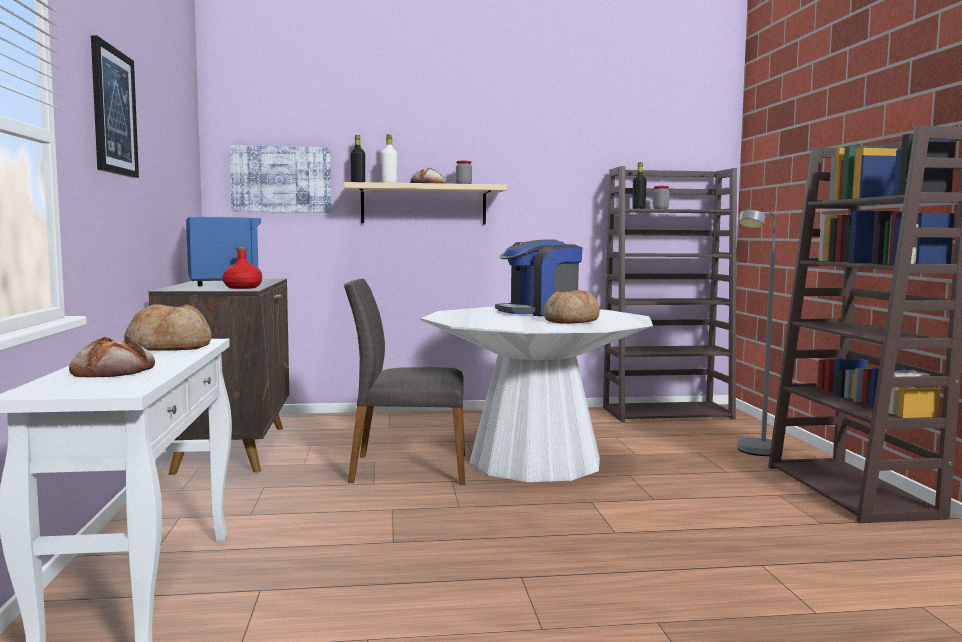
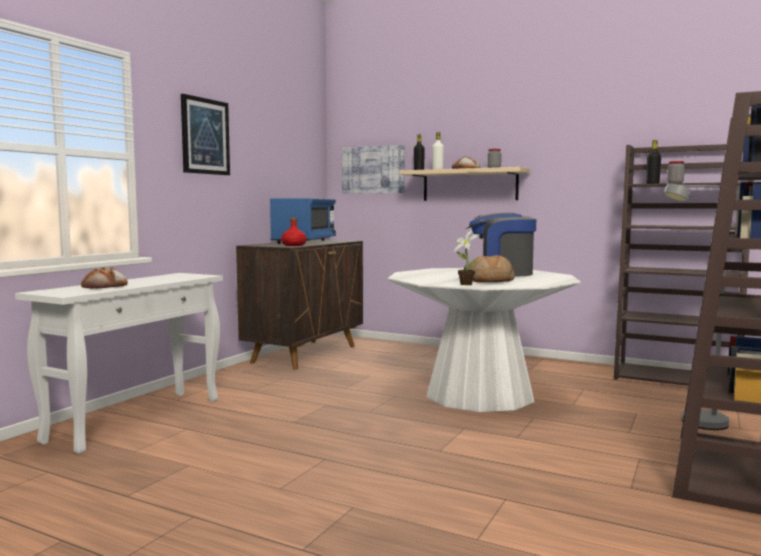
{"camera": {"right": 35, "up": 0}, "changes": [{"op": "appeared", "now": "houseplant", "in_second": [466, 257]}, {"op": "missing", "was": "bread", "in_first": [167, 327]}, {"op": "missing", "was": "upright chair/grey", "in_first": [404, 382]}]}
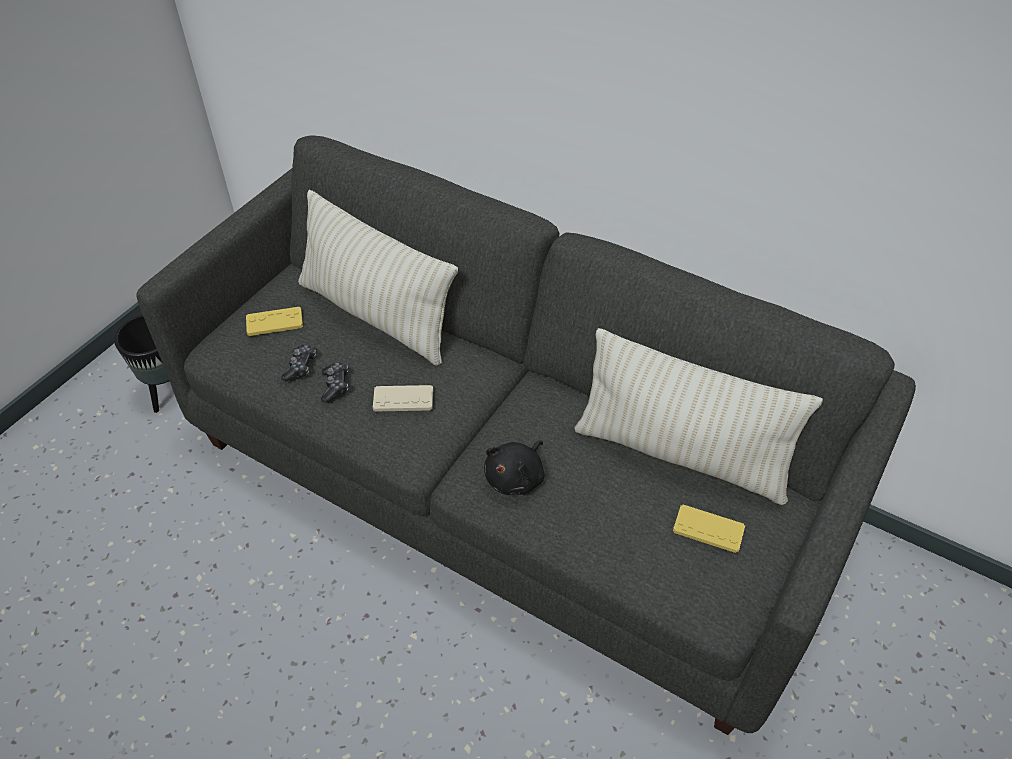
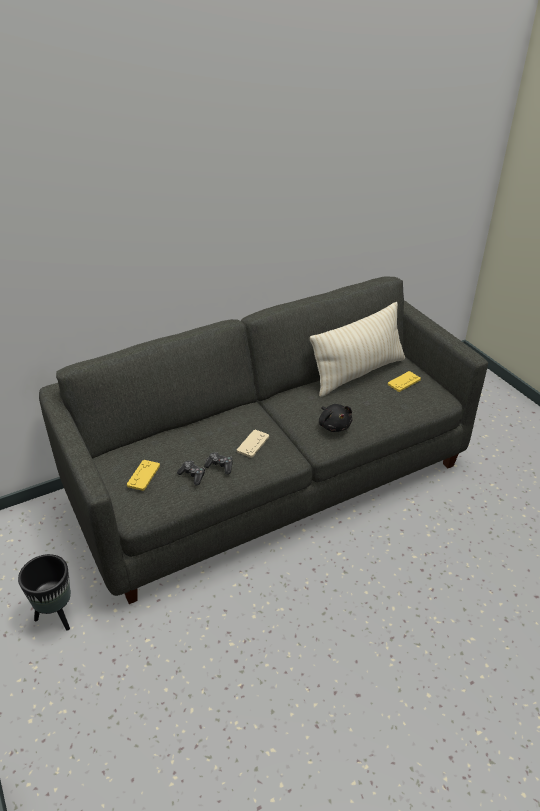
{"camera": {"right": -60, "up": -10}, "changes": [{"op": "missing", "was": "throw pillow/beige", "in_first": [378, 278]}]}
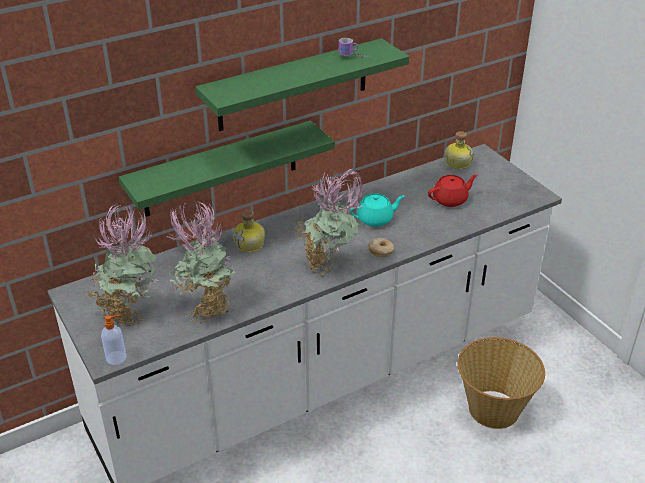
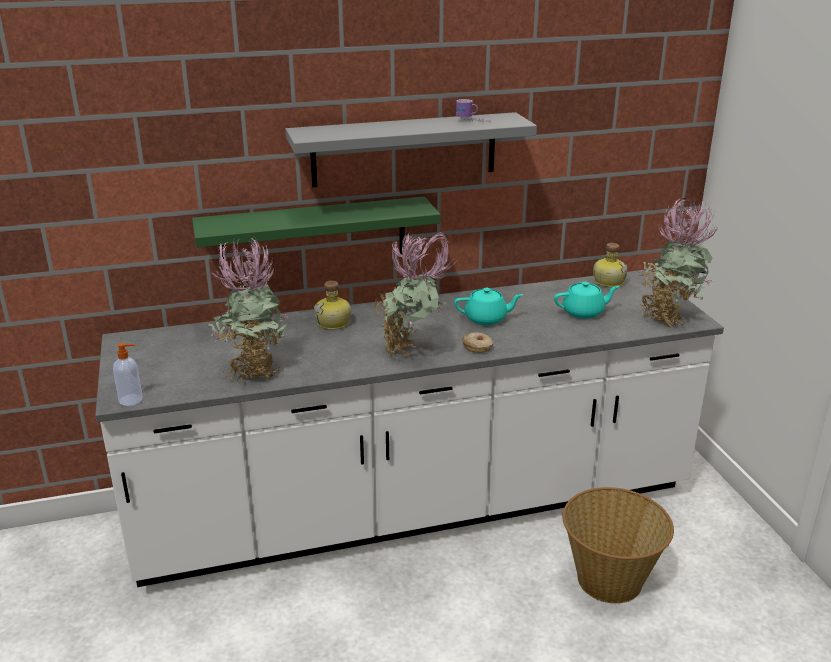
{"camera": {"right": 15, "up": -10}, "changes": [{"op": "colour", "was": "shelf/green", "now": "shelf/grey", "in_first": [302, 84], "in_second": [411, 149]}, {"op": "colour", "was": "tea pot/red", "now": "tea pot/turquoise", "in_first": [453, 190], "in_second": [587, 300]}, {"op": "relocated", "was": "houseplant", "in_first": [122, 265], "in_second": [679, 262]}]}
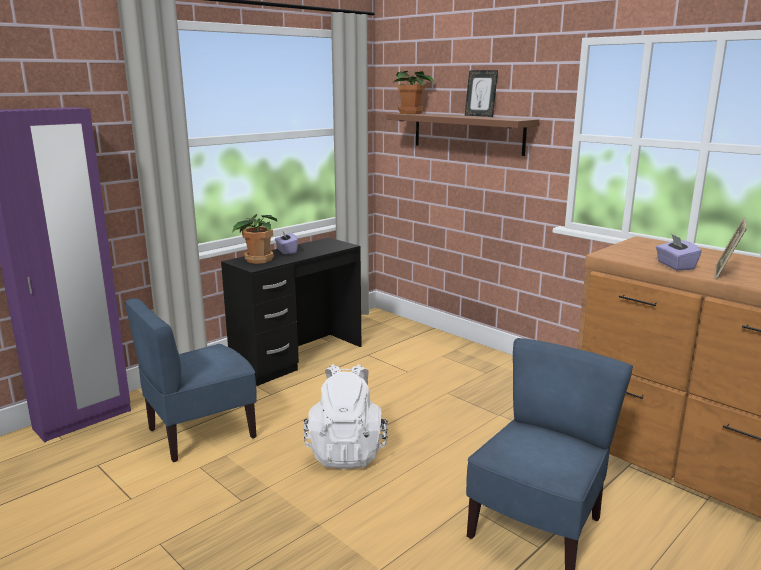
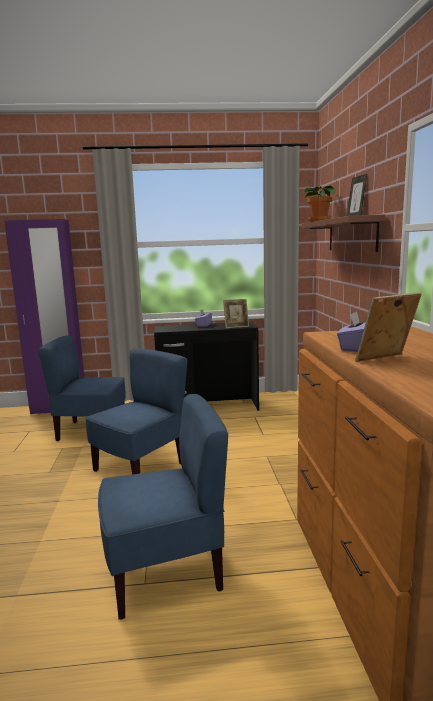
{"camera": {"right": 40, "up": -5}, "changes": [{"op": "exchanged", "was": "rucksack/white-coloured", "now": "upright chair/bluish", "in_first": [345, 416], "in_second": [136, 411]}, {"op": "appeared", "now": "picture frame", "in_second": [236, 313]}, {"op": "missing", "was": "houseplant", "in_first": [254, 239]}]}
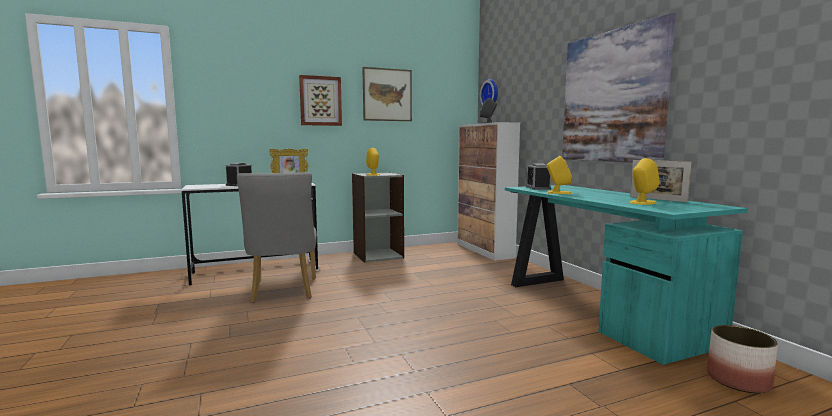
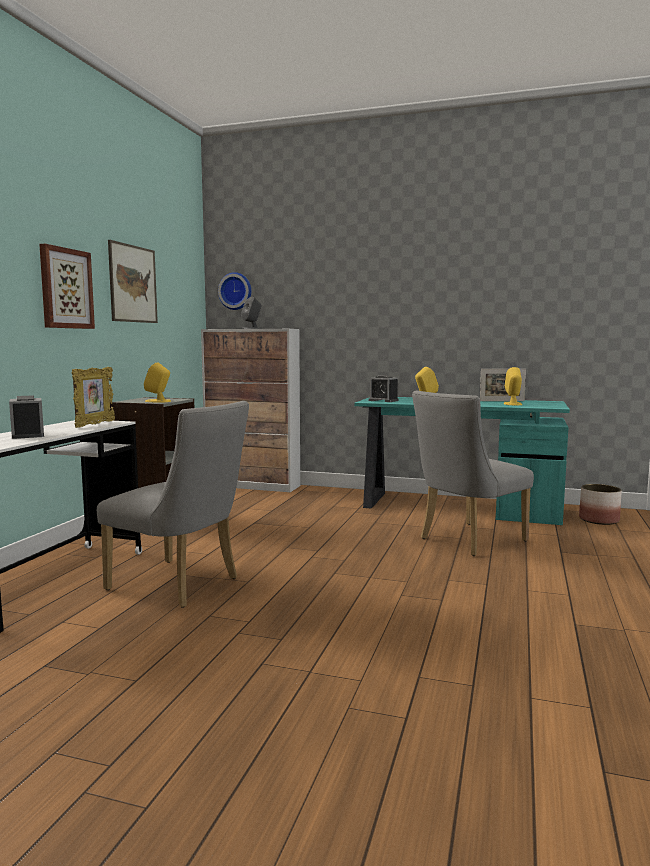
{"camera": {"right": -50, "up": 0}, "changes": [{"op": "appeared", "now": "upright chair/grey", "in_second": [473, 473]}, {"op": "missing", "was": "wall art", "in_first": [619, 88]}]}
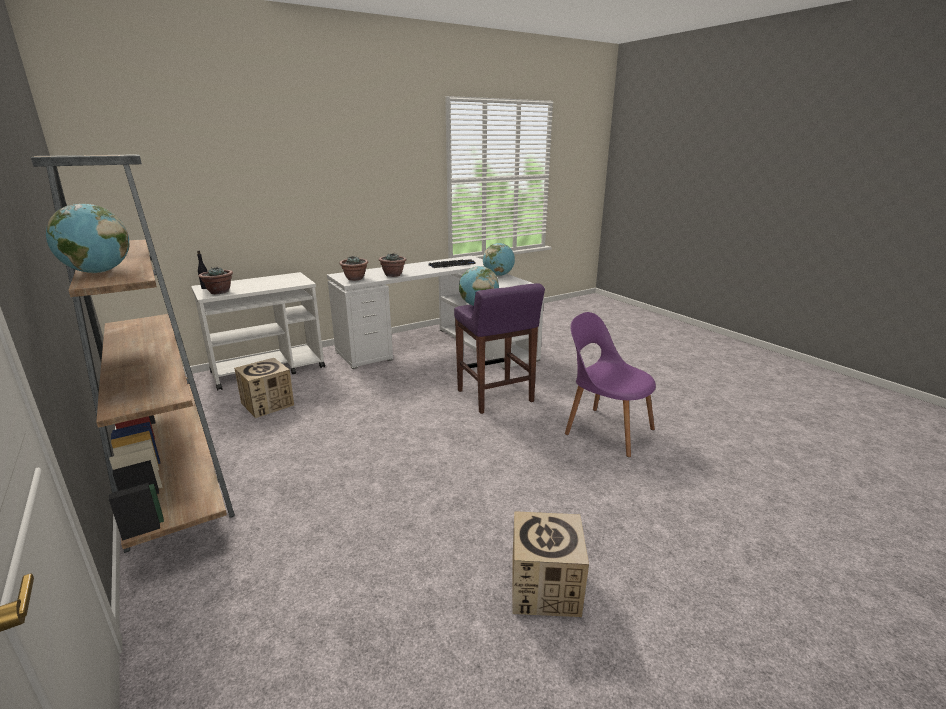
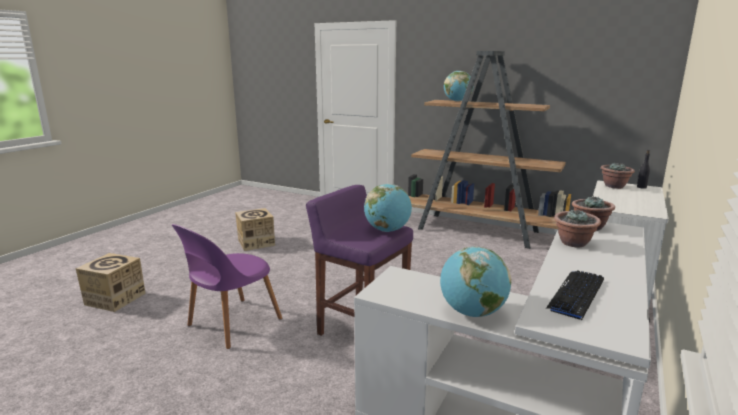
{"camera": {"right": 150, "up": -5}, "changes": [{"op": "relocated", "was": "packing box", "in_first": [264, 388], "in_second": [110, 282]}, {"op": "spun", "was": "upright chair/purplish", "in_first": [610, 384], "in_second": [227, 286], "clockwise": 120}]}
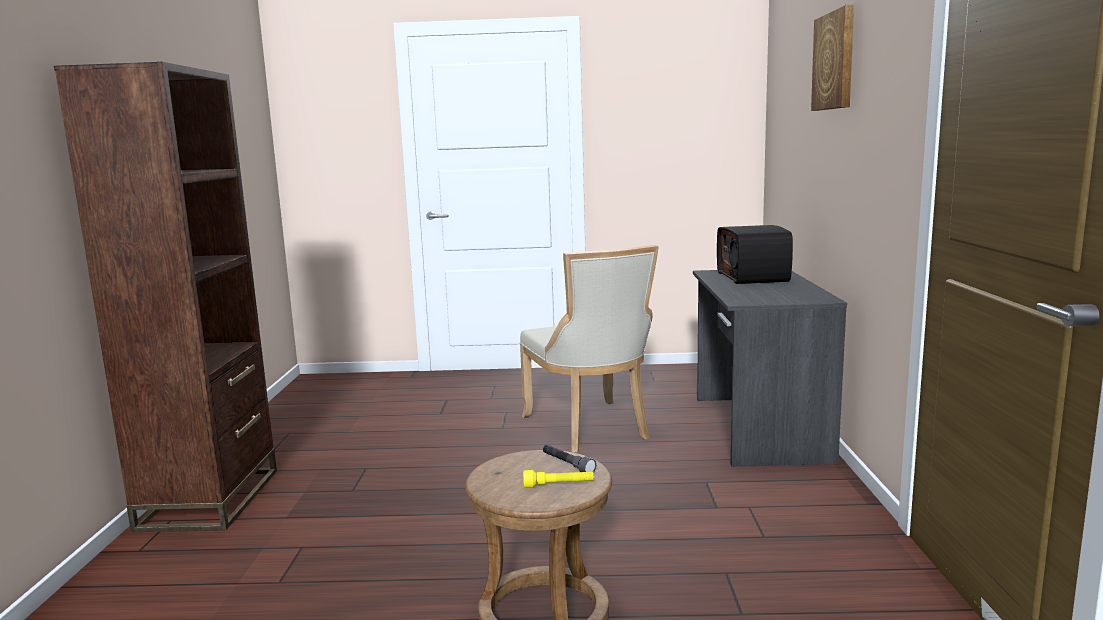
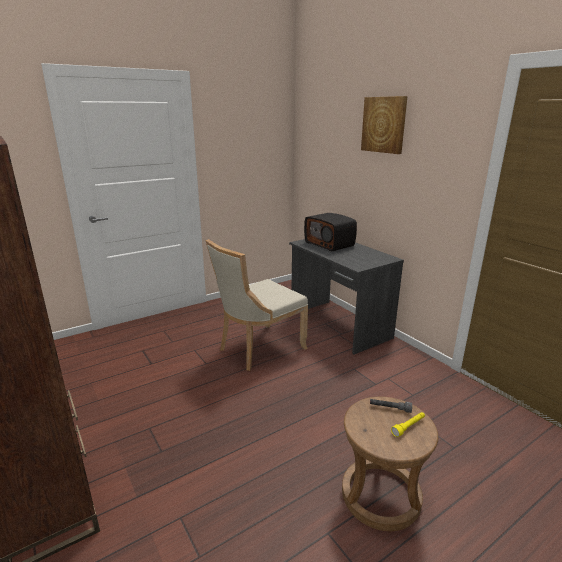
{"camera": {"right": -35, "up": 10}, "changes": [{"op": "spun", "was": "upright chair/beige", "in_first": [589, 348], "in_second": [256, 305], "clockwise": 105}]}
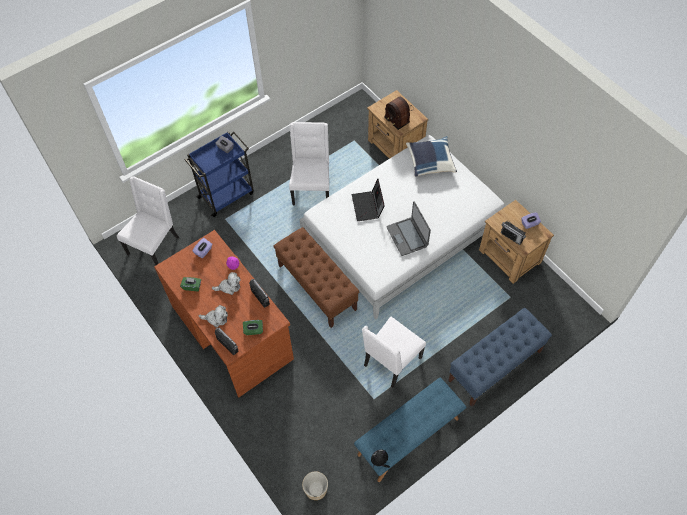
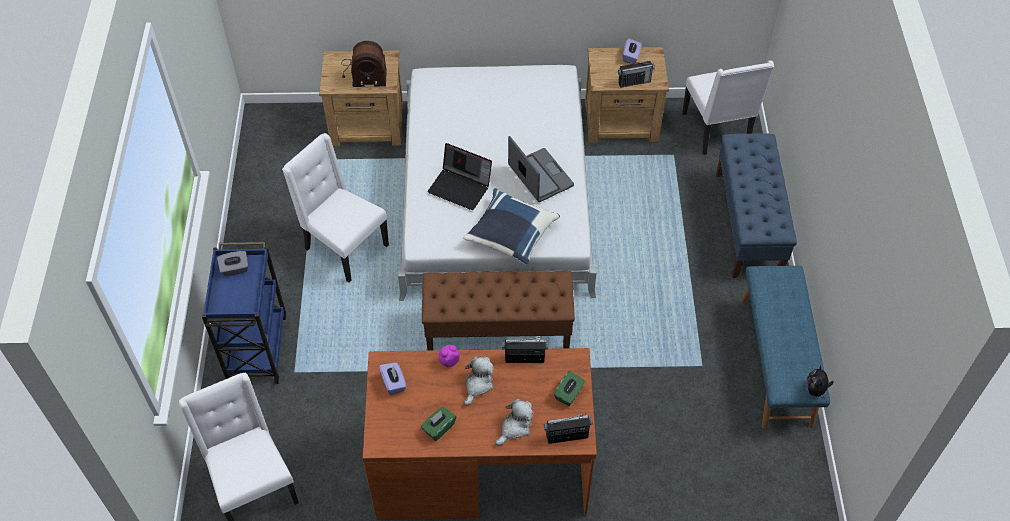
{"camera": {"right": -55, "up": -5}, "changes": [{"op": "relocated", "was": "throw pillow/bluish", "in_first": [431, 156], "in_second": [511, 226]}, {"op": "spun", "was": "portable computer", "in_first": [409, 228], "in_second": [541, 169], "clockwise": -135}, {"op": "relocated", "was": "upright chair/white-coloured", "in_first": [394, 352], "in_second": [728, 107]}, {"op": "missing", "was": "planter", "in_first": [315, 485]}]}
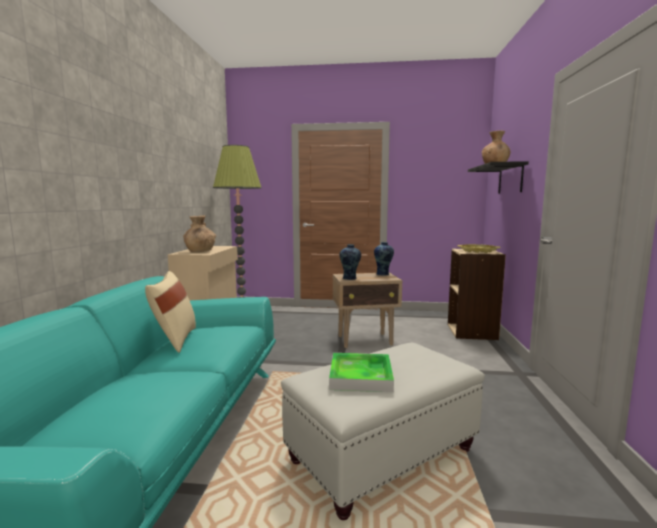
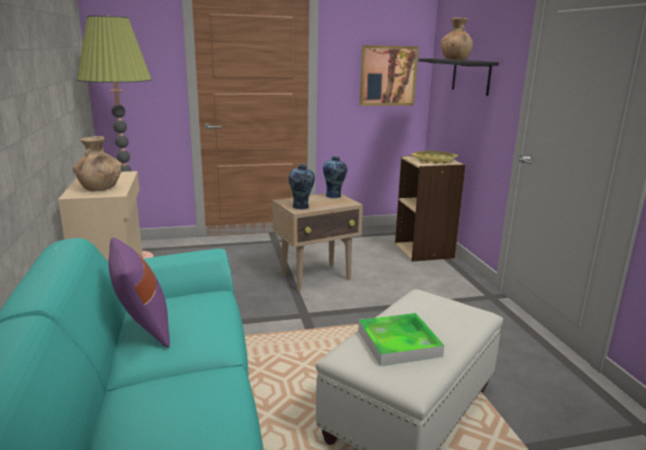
{"camera": {"right": -20, "up": 10}, "changes": [{"op": "colour", "was": "throw pillow/beige", "now": "throw pillow/purplish", "in_first": [170, 312], "in_second": [139, 292]}, {"op": "appeared", "now": "wall art", "in_second": [389, 75]}]}
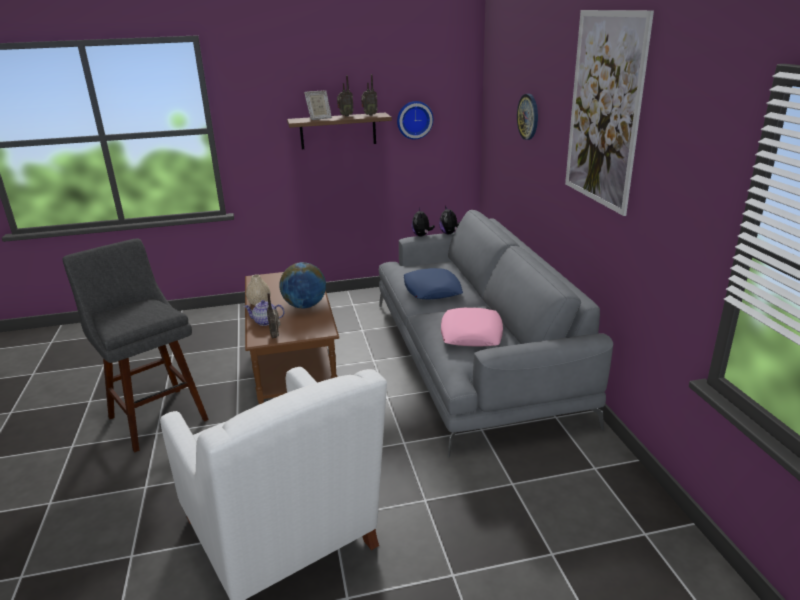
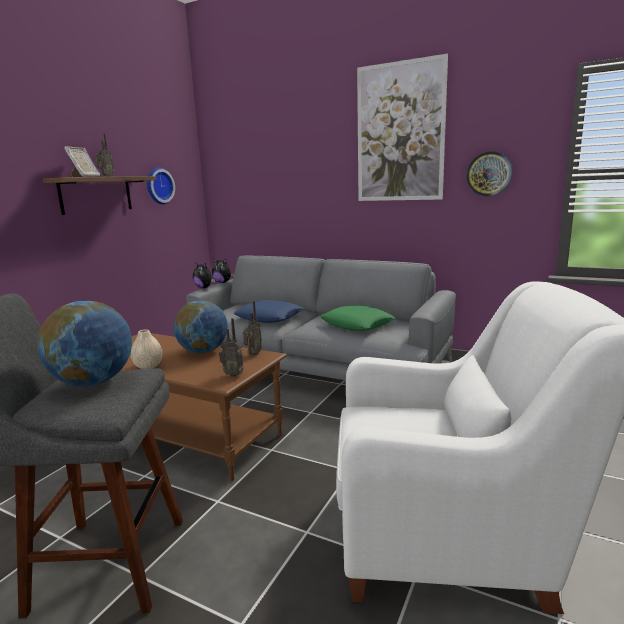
{"camera": {"right": -50, "up": -10}, "changes": [{"op": "appeared", "now": "world globe", "in_second": [84, 343]}, {"op": "relocated", "was": "radio", "in_first": [369, 95], "in_second": [252, 328]}, {"op": "colour", "was": "throw pillow/pinkish", "now": "throw pillow/green", "in_first": [472, 327], "in_second": [358, 318]}, {"op": "relocated", "was": "hanging clock", "in_first": [527, 117], "in_second": [489, 173]}, {"op": "missing", "was": "tea pot", "in_first": [264, 313]}]}
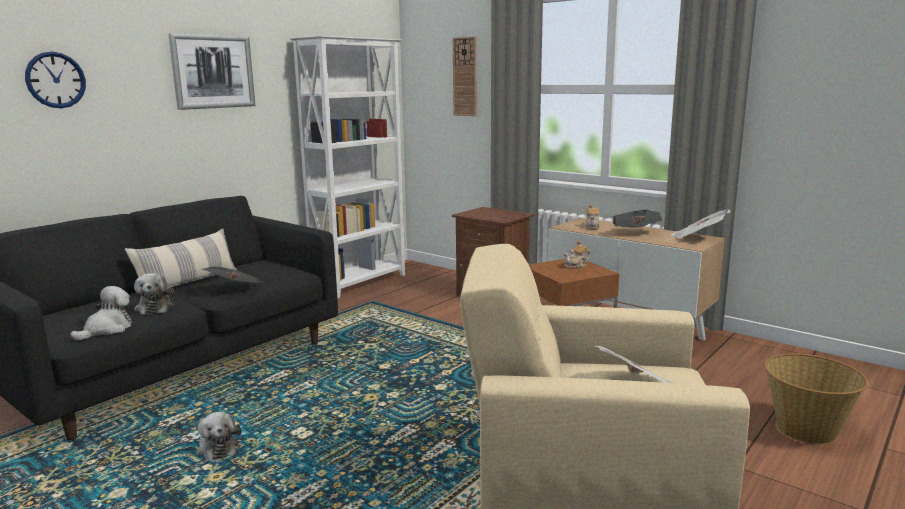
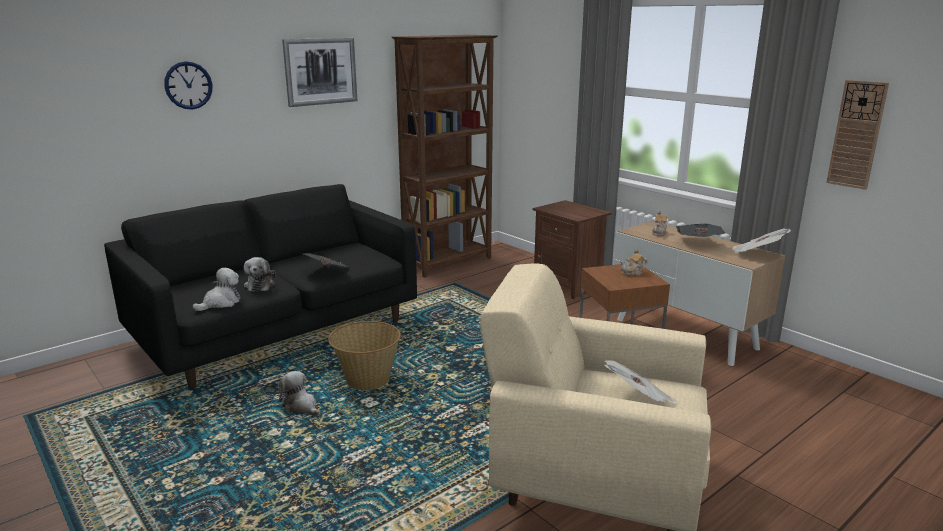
{"camera": {"right": 10, "up": 5}, "changes": [{"op": "spun", "was": "cuddly toy", "in_first": [218, 436], "in_second": [299, 394], "clockwise": 150}, {"op": "relocated", "was": "household basket", "in_first": [816, 398], "in_second": [364, 355]}, {"op": "colour", "was": "bookcase/white-coloured", "now": "bookcase/brown-coloured", "in_first": [347, 167], "in_second": [445, 156]}, {"op": "relocated", "was": "hanging clock", "in_first": [465, 76], "in_second": [857, 135]}, {"op": "missing", "was": "throw pillow", "in_first": [181, 258]}]}
